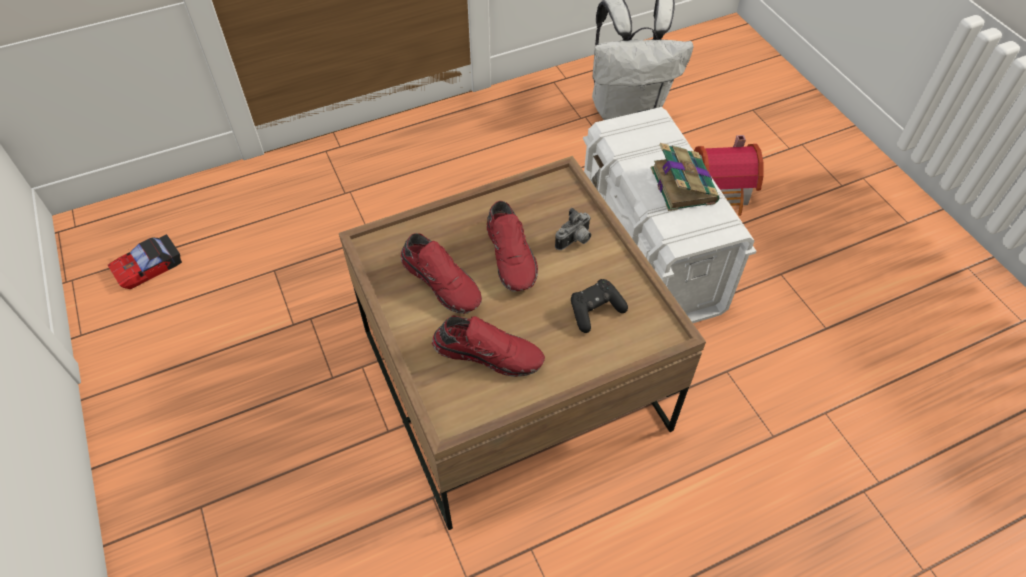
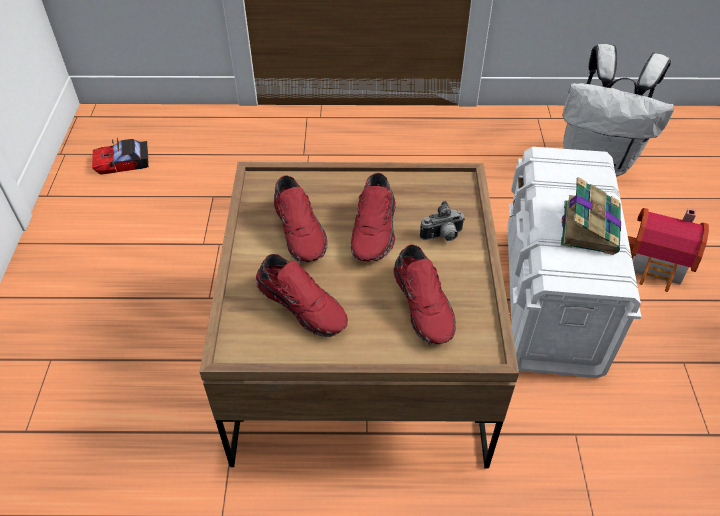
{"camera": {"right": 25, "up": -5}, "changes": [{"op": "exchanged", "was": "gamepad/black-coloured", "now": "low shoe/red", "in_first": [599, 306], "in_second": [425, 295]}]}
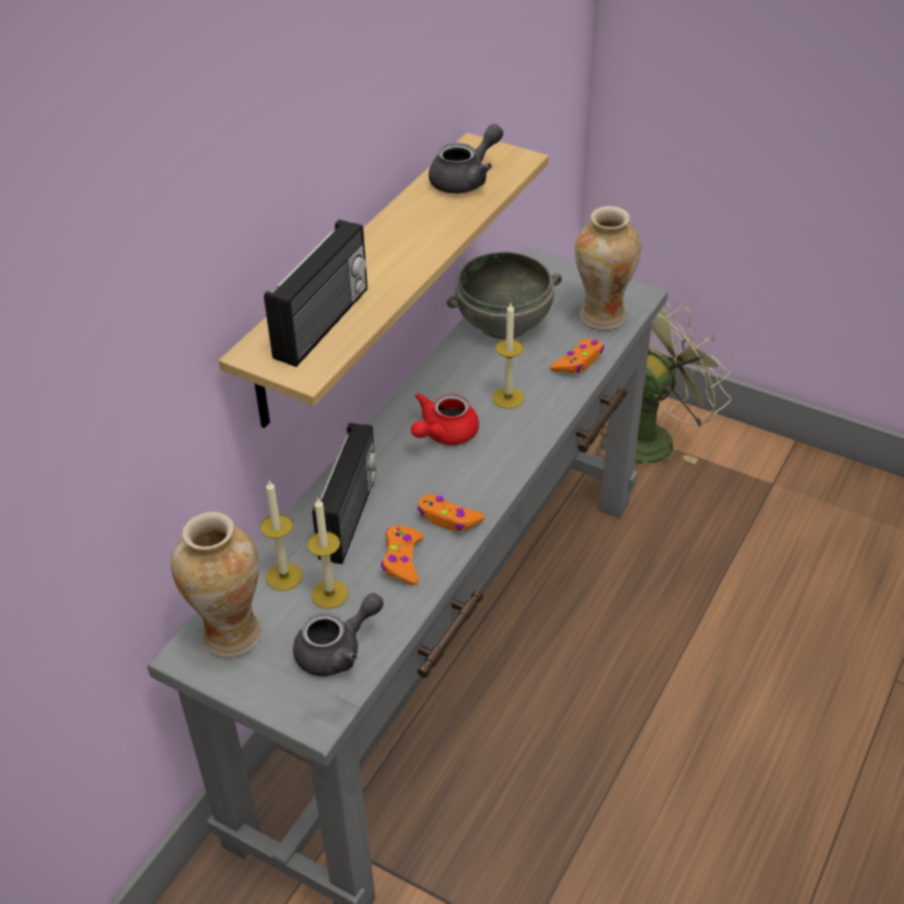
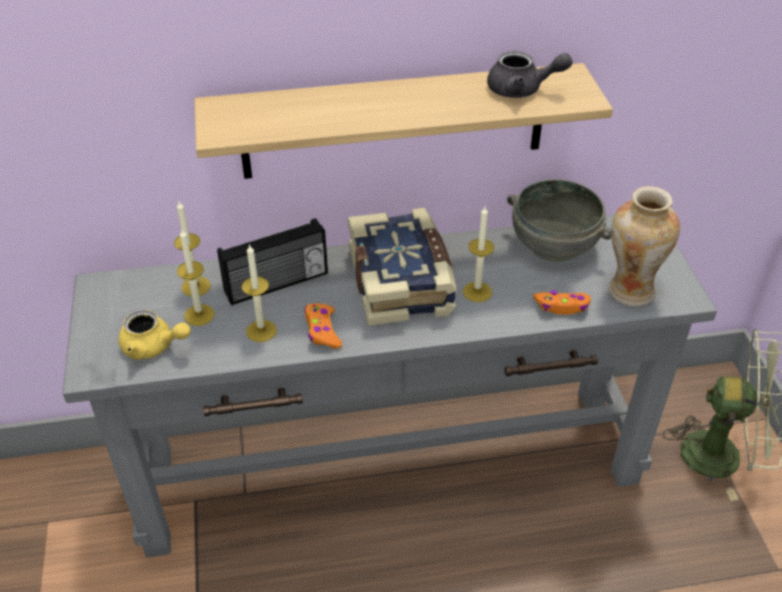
{"camera": {"right": 50, "up": 0}, "changes": [{"op": "colour", "was": "tea pot/grey", "now": "tea pot/yellow-coloured", "in_first": [338, 634], "in_second": [155, 335]}, {"op": "exchanged", "was": "gamepad/orangey", "now": "wax light", "in_first": [402, 555], "in_second": [259, 293]}, {"op": "exchanged", "was": "tea pot/red", "now": "volume", "in_first": [445, 419], "in_second": [402, 267]}, {"op": "missing", "was": "flower vase", "in_first": [216, 585]}, {"op": "missing", "was": "radio", "in_first": [316, 293]}]}
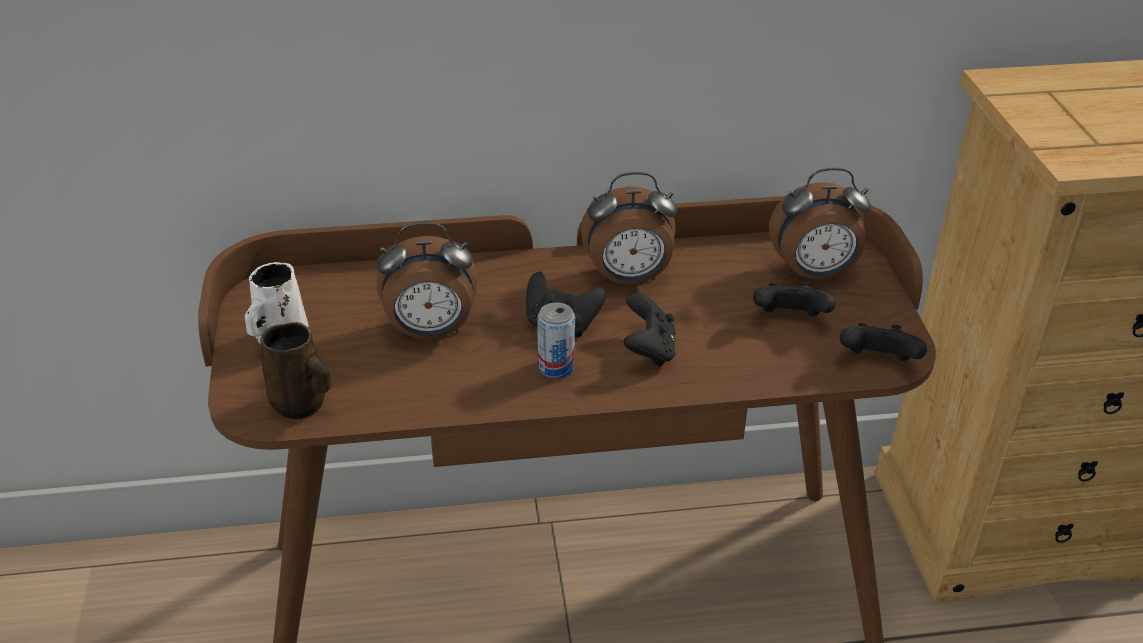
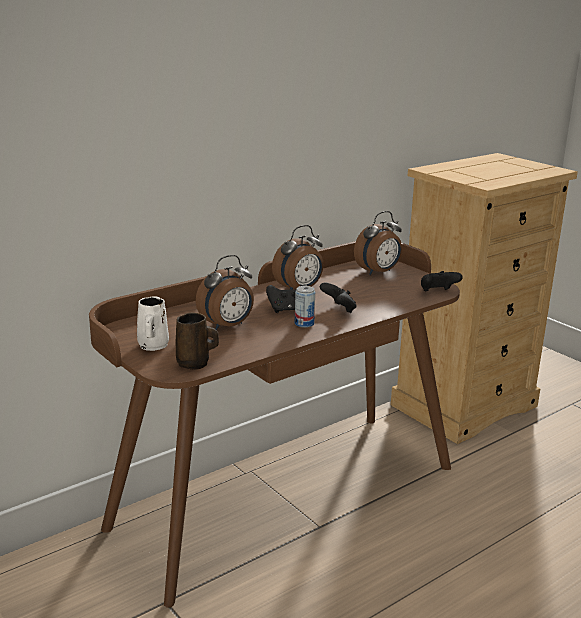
{"camera": {"right": -30, "up": -15}, "changes": [{"op": "missing", "was": "gamepad/black-coloured", "in_first": [794, 299]}]}
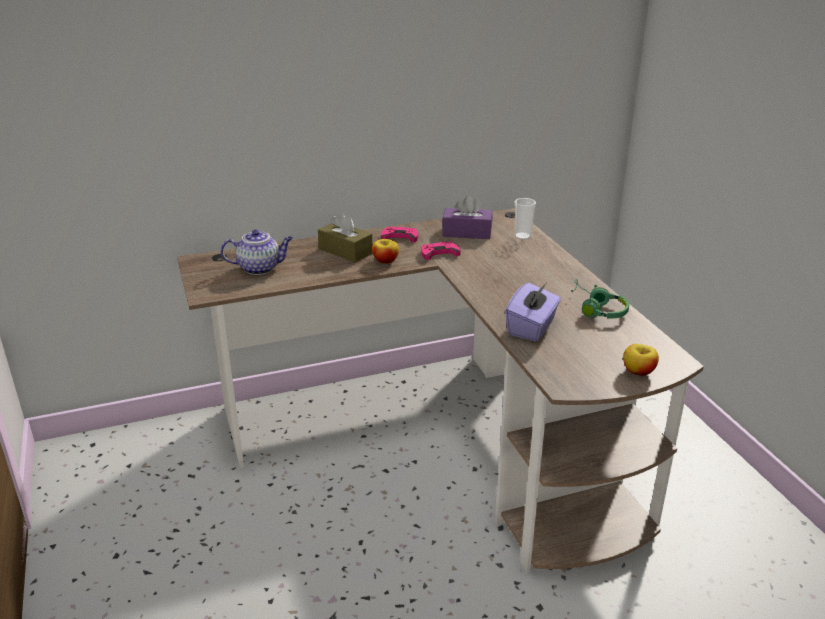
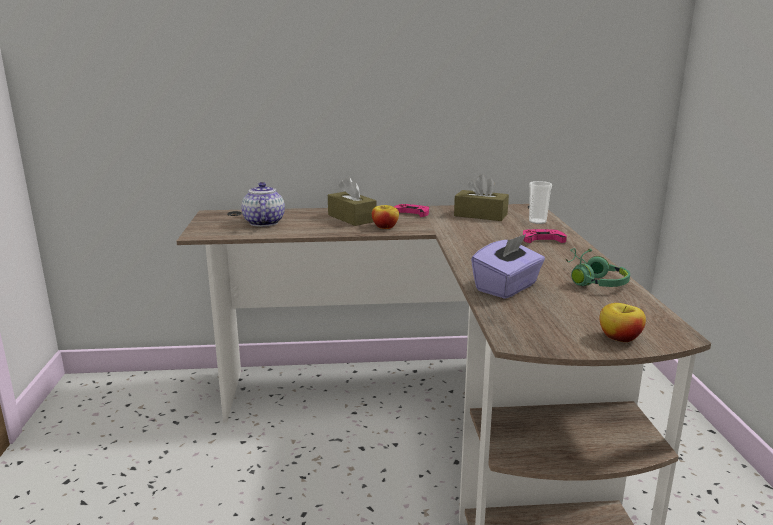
{"camera": {"right": 15, "up": -10}, "changes": [{"op": "spun", "was": "tea pot", "in_first": [257, 252], "in_second": [263, 204], "clockwise": -105}, {"op": "colour", "was": "tissue box/purplish", "now": "tissue box/brown-coloured", "in_first": [467, 217], "in_second": [481, 198]}, {"op": "relocated", "was": "gamepad/pinkish", "in_first": [441, 251], "in_second": [545, 236]}]}
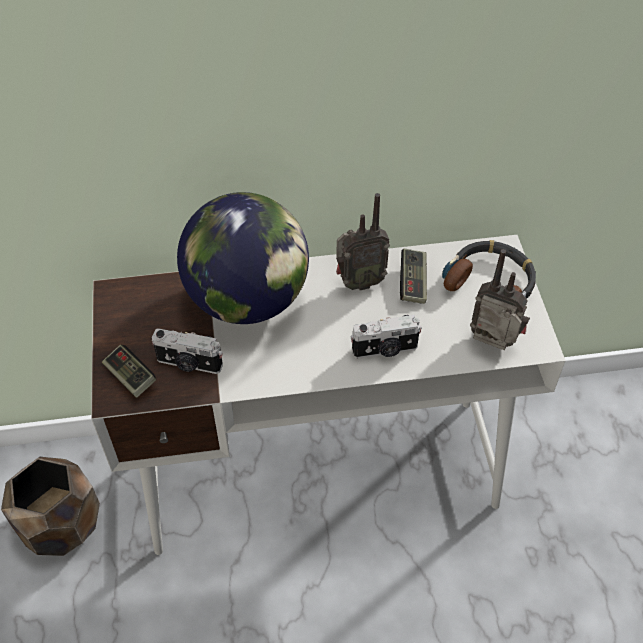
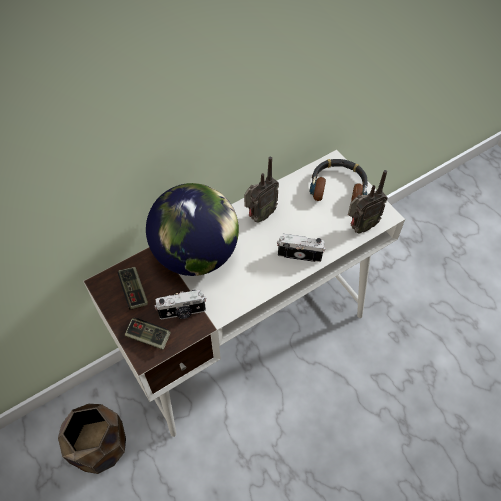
{"camera": {"right": -25, "up": 5}, "changes": [{"op": "relocated", "was": "gamepad", "in_first": [413, 276], "in_second": [132, 288]}, {"op": "spun", "was": "still camera", "in_first": [386, 337], "in_second": [301, 248], "clockwise": -135}, {"op": "spun", "was": "radio", "in_first": [500, 299], "in_second": [368, 202], "clockwise": 150}]}
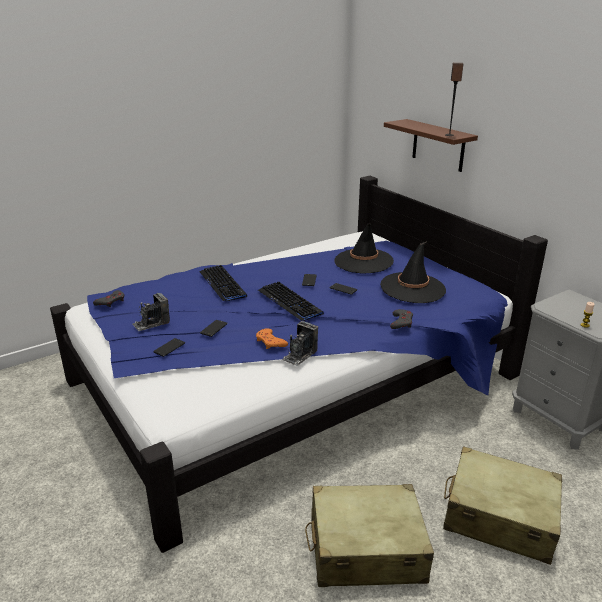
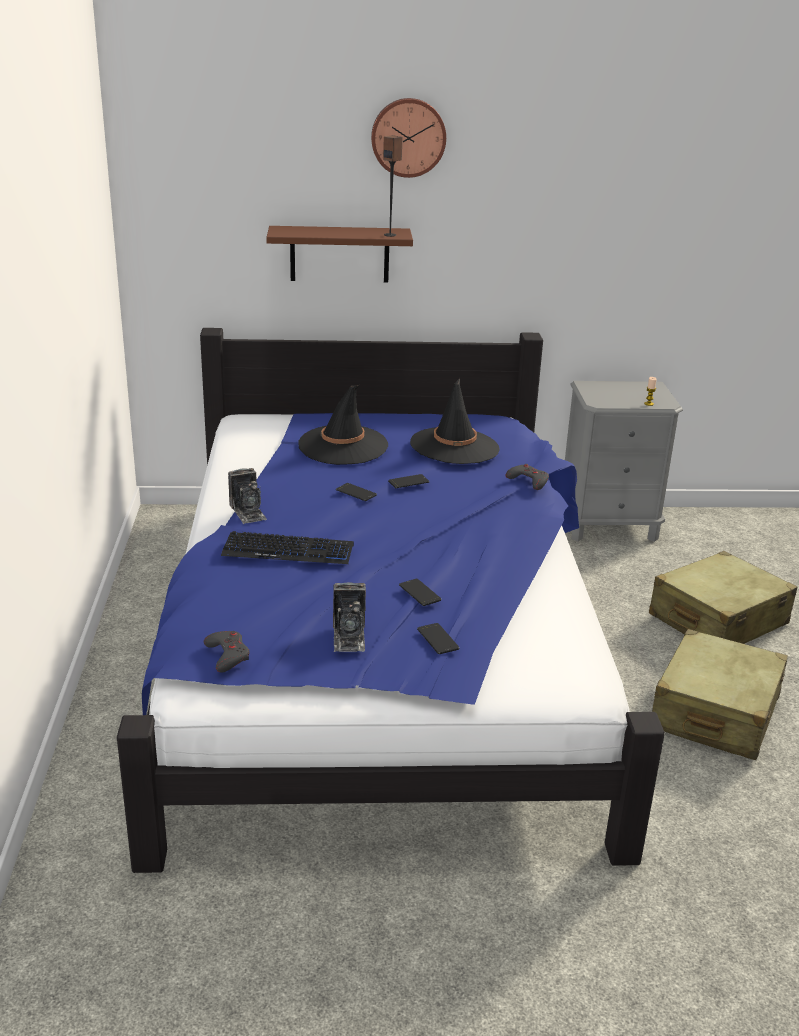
{"camera": {"right": -60, "up": 0}, "changes": [{"op": "relocated", "was": "still camera", "in_first": [300, 343], "in_second": [247, 496]}, {"op": "appeared", "now": "hanging clock", "in_second": [408, 138]}, {"op": "missing", "was": "gamepad/orangey", "in_first": [272, 338]}, {"op": "missing", "was": "PC keyboard", "in_first": [291, 301]}]}
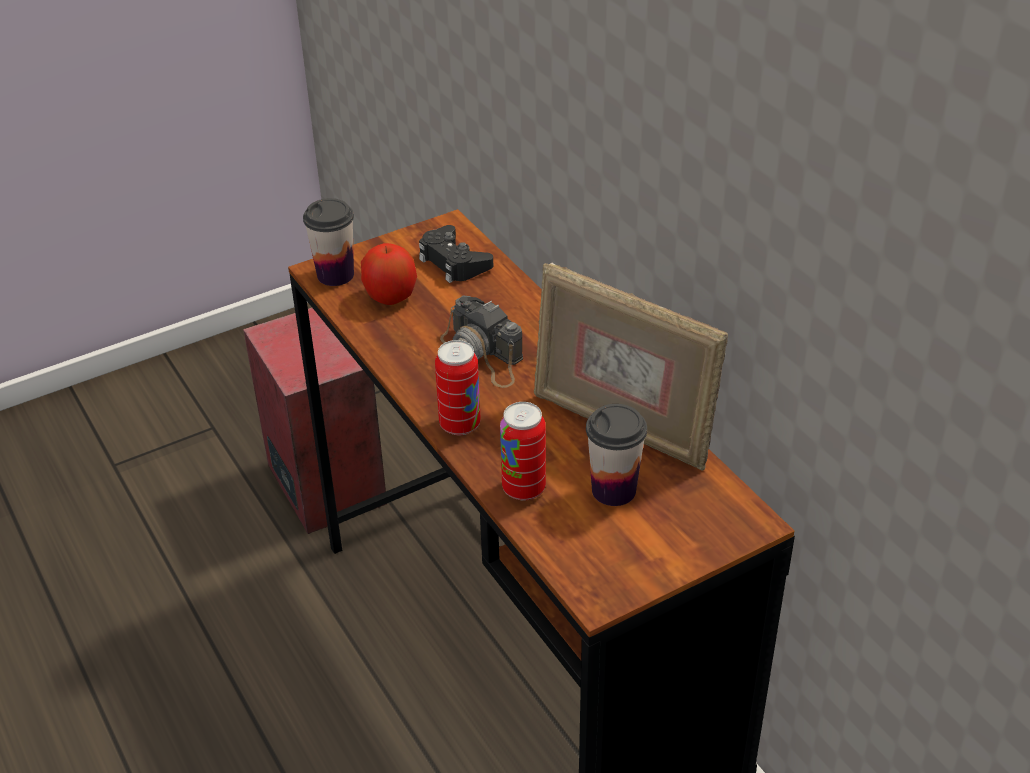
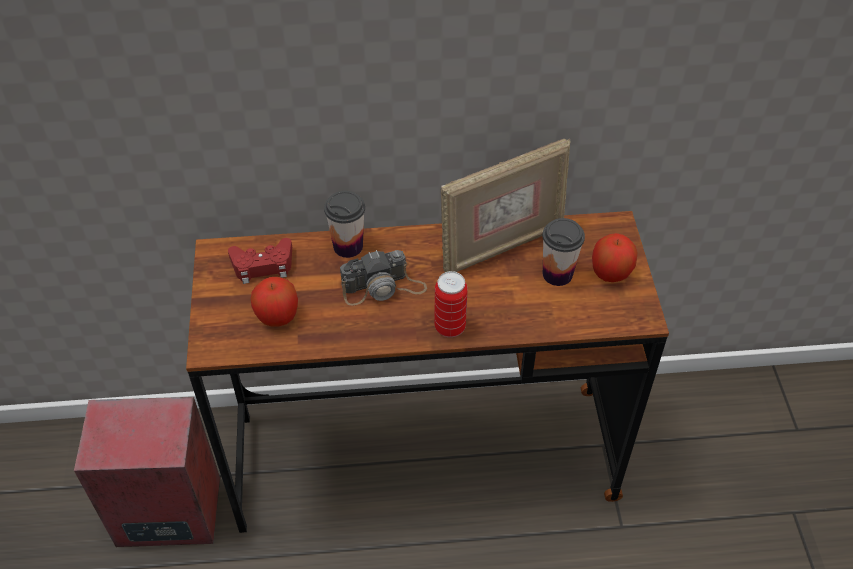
{"camera": {"right": -65, "up": 10}, "changes": [{"op": "colour", "was": "gamepad/black-coloured", "now": "gamepad/red", "in_first": [456, 254], "in_second": [260, 261]}, {"op": "relocated", "was": "cup", "in_first": [328, 242], "in_second": [344, 224]}, {"op": "appeared", "now": "apple", "in_second": [614, 257]}, {"op": "missing", "was": "can", "in_first": [523, 451]}]}
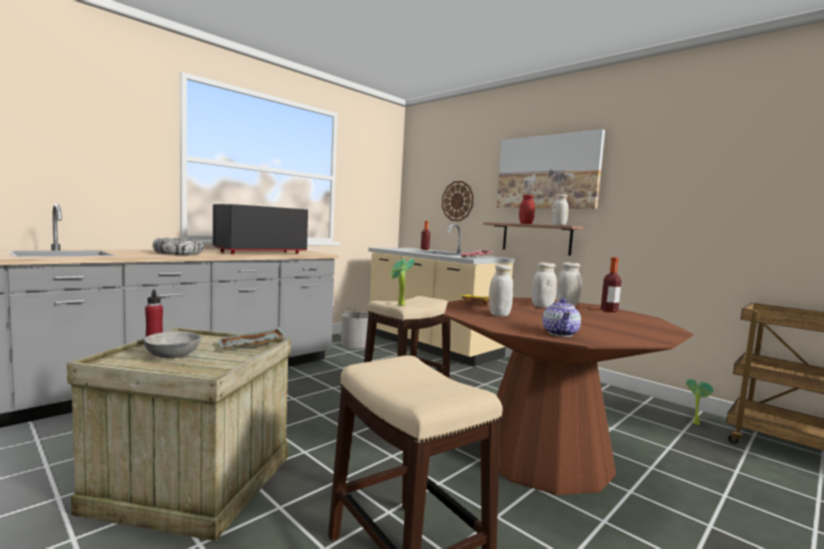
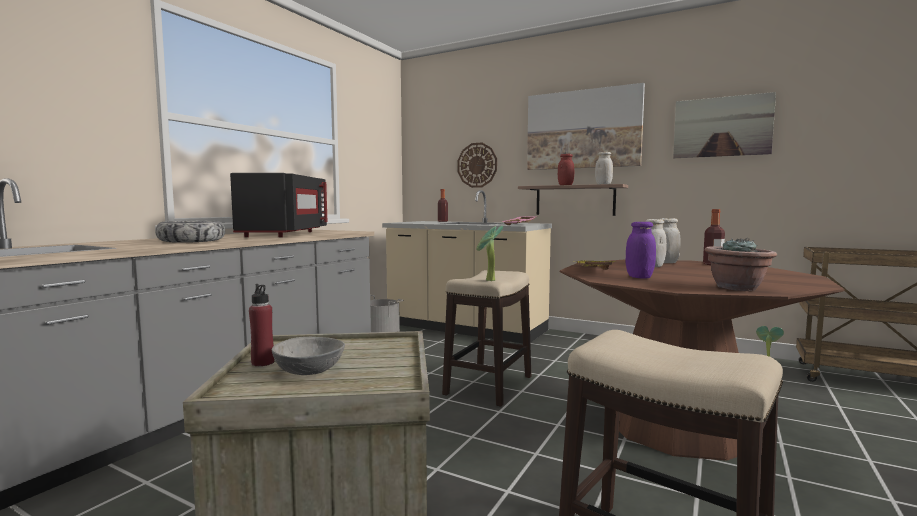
{"camera": {"right": -15, "up": 0}, "changes": [{"op": "spun", "was": "kitchen microwave/black-coloured", "in_first": [260, 229], "in_second": [279, 205], "clockwise": 150}, {"op": "colour", "was": "jar/white-coloured", "now": "jar/purplish", "in_first": [501, 290], "in_second": [641, 250]}, {"op": "appeared", "now": "wall art", "in_second": [724, 125]}, {"op": "exchanged", "was": "tea pot", "now": "houseplant", "in_first": [562, 317], "in_second": [741, 264]}, {"op": "missing", "was": "serving tray/grey", "in_first": [252, 337]}]}
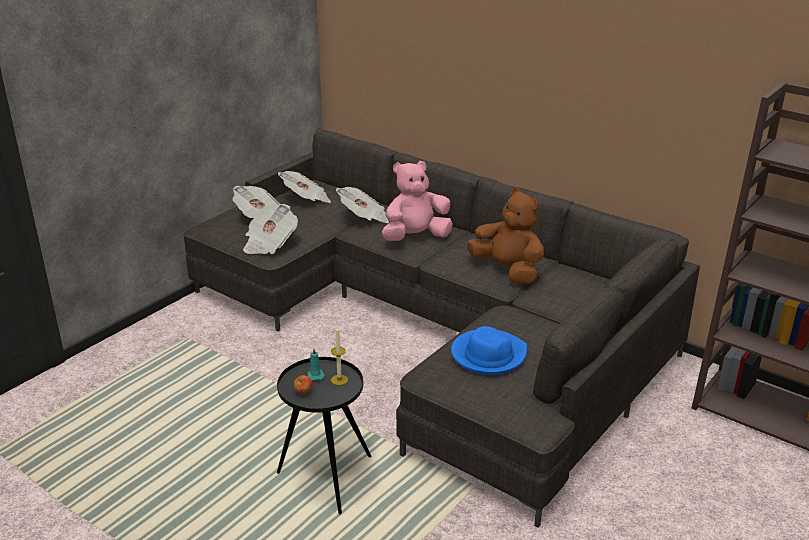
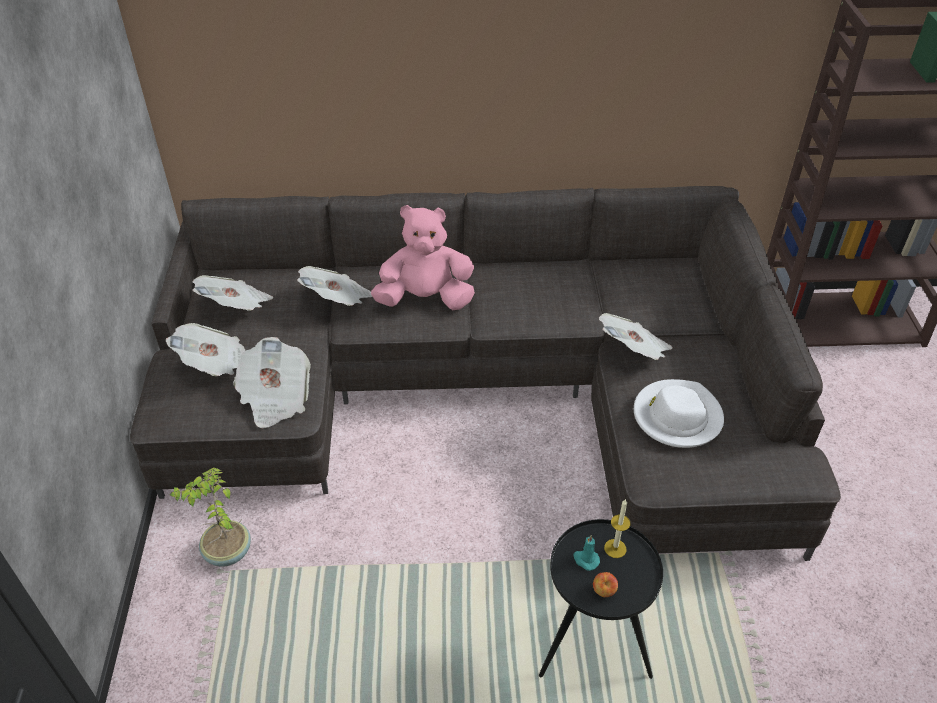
{"camera": {"right": -40, "up": 15}, "changes": [{"op": "appeared", "now": "houseplant", "in_second": [210, 516]}, {"op": "spun", "was": "cuddly toy/pinkish", "in_first": [417, 201], "in_second": [423, 257], "clockwise": 60}, {"op": "appeared", "now": "daily paper", "in_second": [636, 336]}, {"op": "colour", "was": "hat/bluish", "now": "hat/white-coloured", "in_first": [489, 350], "in_second": [679, 413]}, {"op": "missing", "was": "cuddly toy/brown-coloured", "in_first": [505, 236]}]}
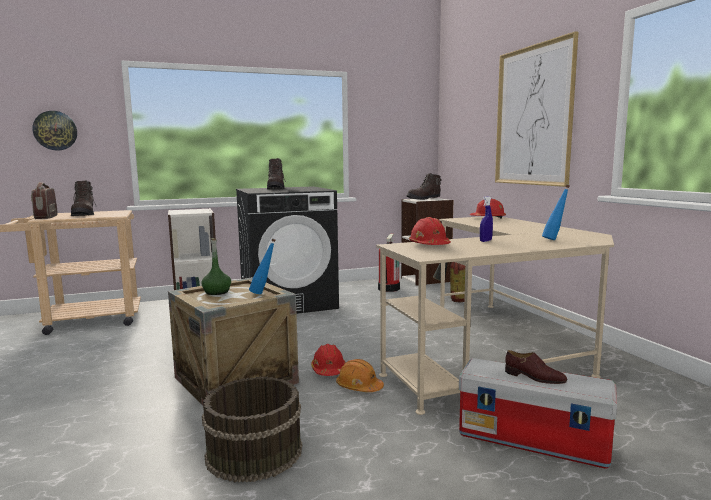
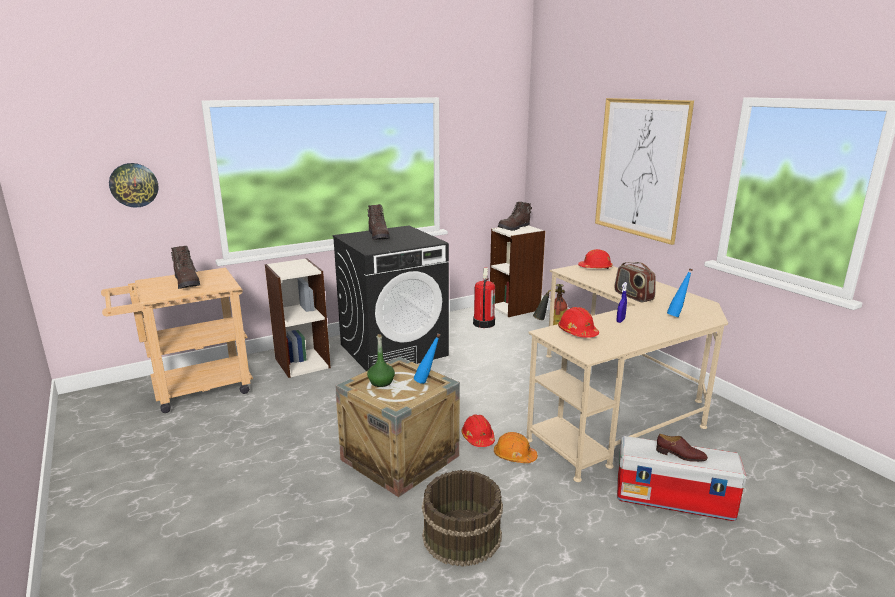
{"camera": {"right": -10, "up": 10}, "changes": [{"op": "relocated", "was": "radio", "in_first": [44, 200], "in_second": [635, 282]}]}
